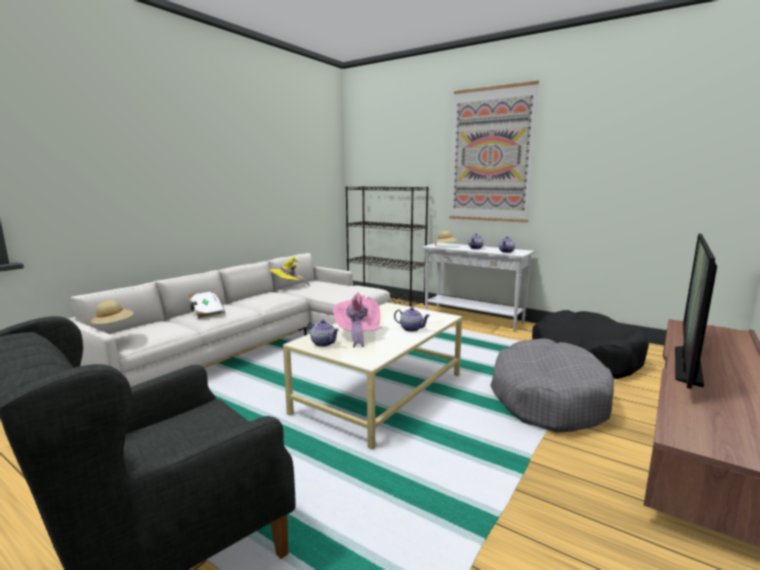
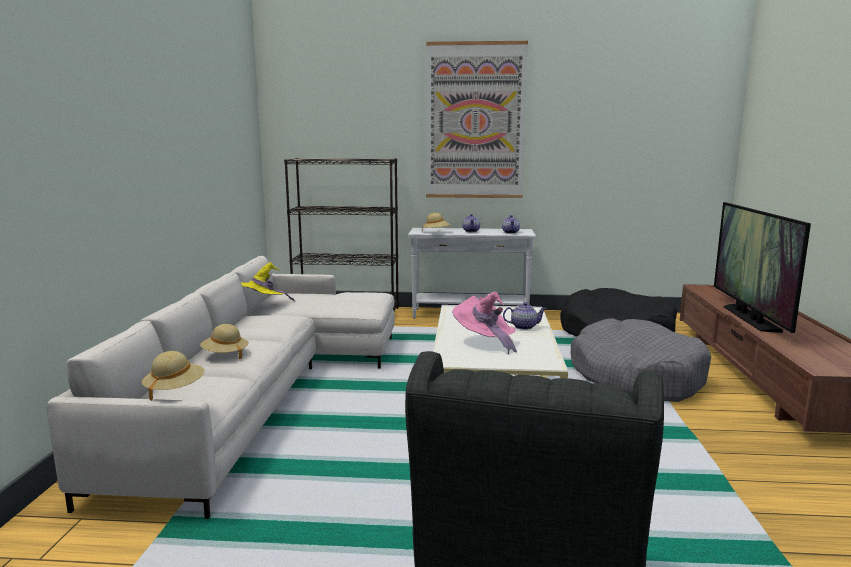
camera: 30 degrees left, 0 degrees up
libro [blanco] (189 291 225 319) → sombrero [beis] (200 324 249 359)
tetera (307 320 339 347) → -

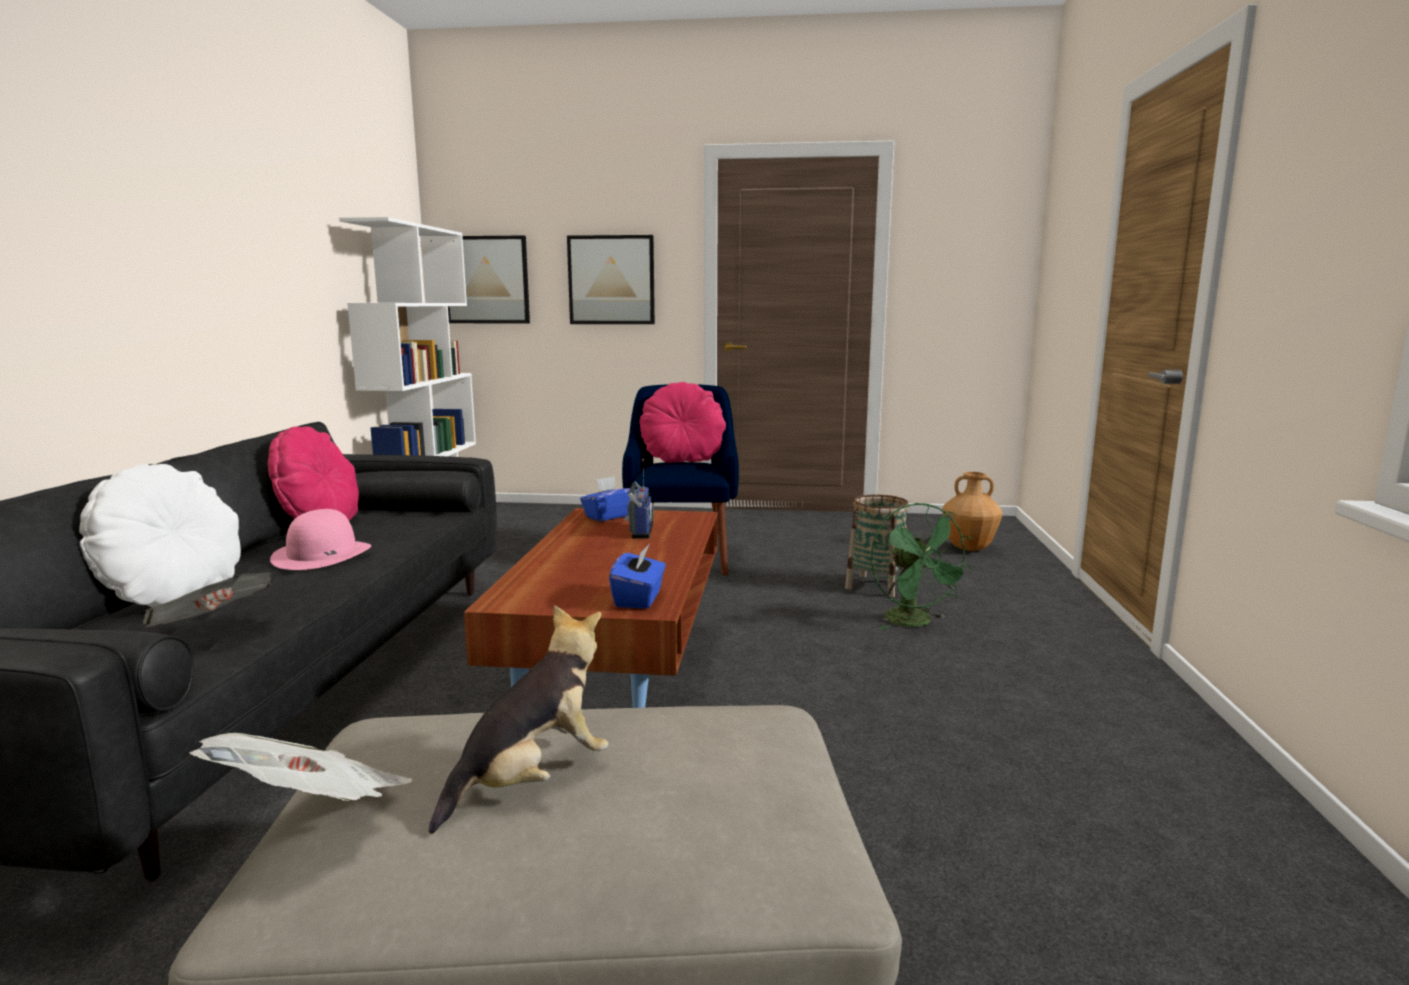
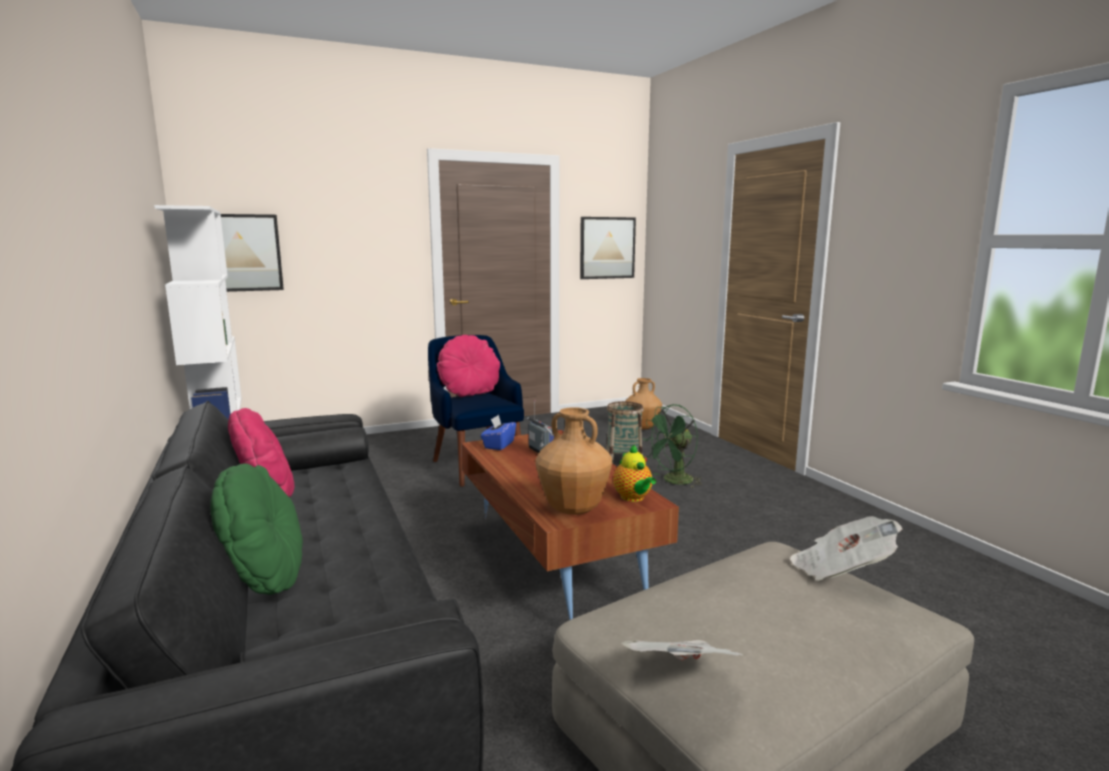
camera: 30 degrees left, 0 degrees up
cojín [blanco] (79 464 241 608) → cojín [verde] (210 463 303 595)
- → florero [marrón] (535 407 612 515)
cuadro (567 235 655 324) → cuadro (580 217 636 279), moved
caja de pañuelos [azul] (609 545 666 609) → tetera (613 445 656 502)
ventilador [verde] (871 503 972 630) → ventilador [verde] (643 404 702 489), 105 degrees clockwise
periódico (143 572 271 627) → periódico (790 516 903 581), moved
sombrero [rosa] (270 509 371 570) → -
peluche (429 605 609 834) → -

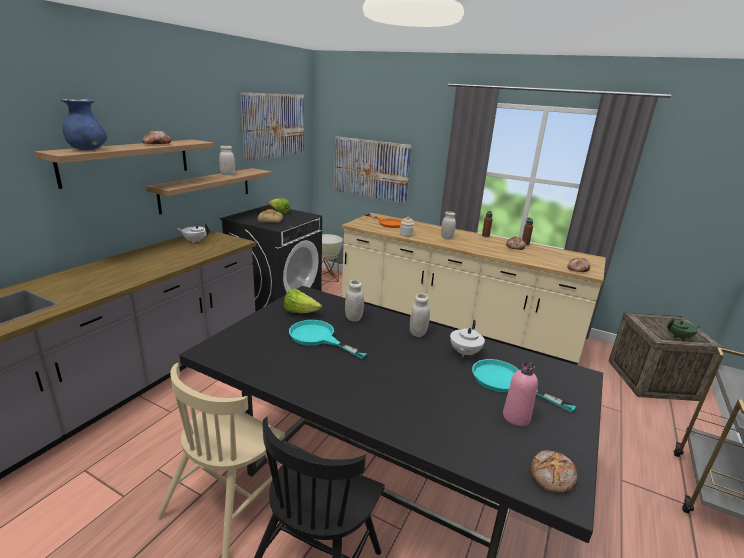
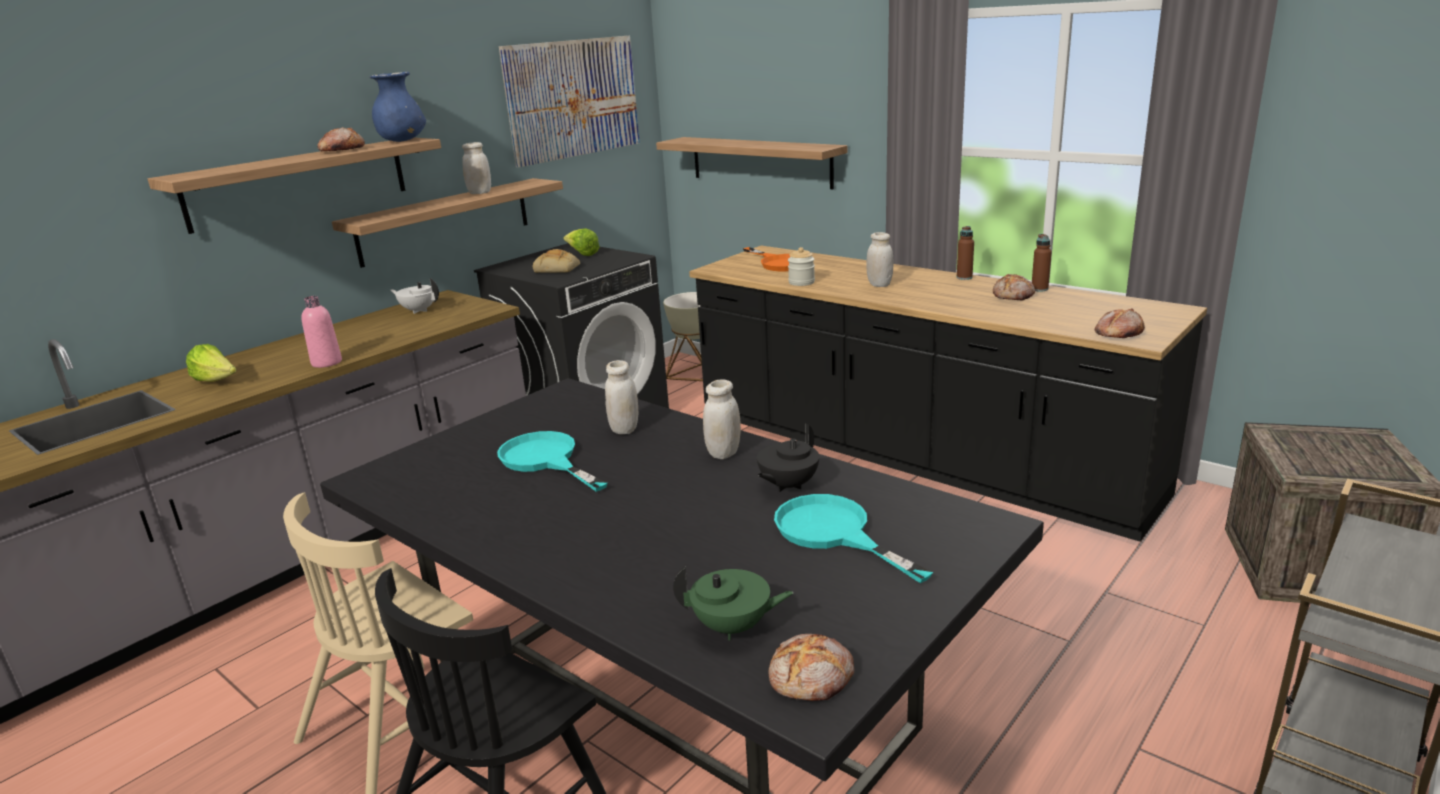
camera: 15 degrees right, 0 degrees up
lechuga (284 289 322 313) → lechuga (186 344 236 382), moved
botella [rosa] (503 362 538 426) → botella [rosa] (301 296 342 368), moved
florero [azul] (61 99 107 150) → florero [azul] (369 72 426 142), moved
cuadro (334 136 412 203) → estante (656 137 847 189)
tetera [verde] (667 318 701 341) → tetera [verde] (673 566 793 641), moved
mueble bajo de cocina [beis] (342 213 606 365) → mueble bajo de cocina [negro] (689 246 1207 542)
tetera [blanco] (450 320 485 357) → tetera [negro] (757 424 819 492)

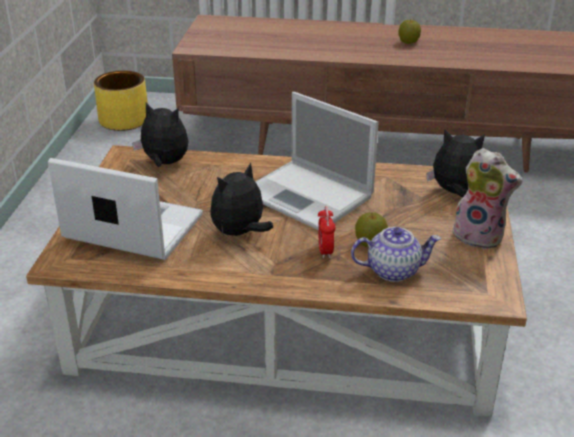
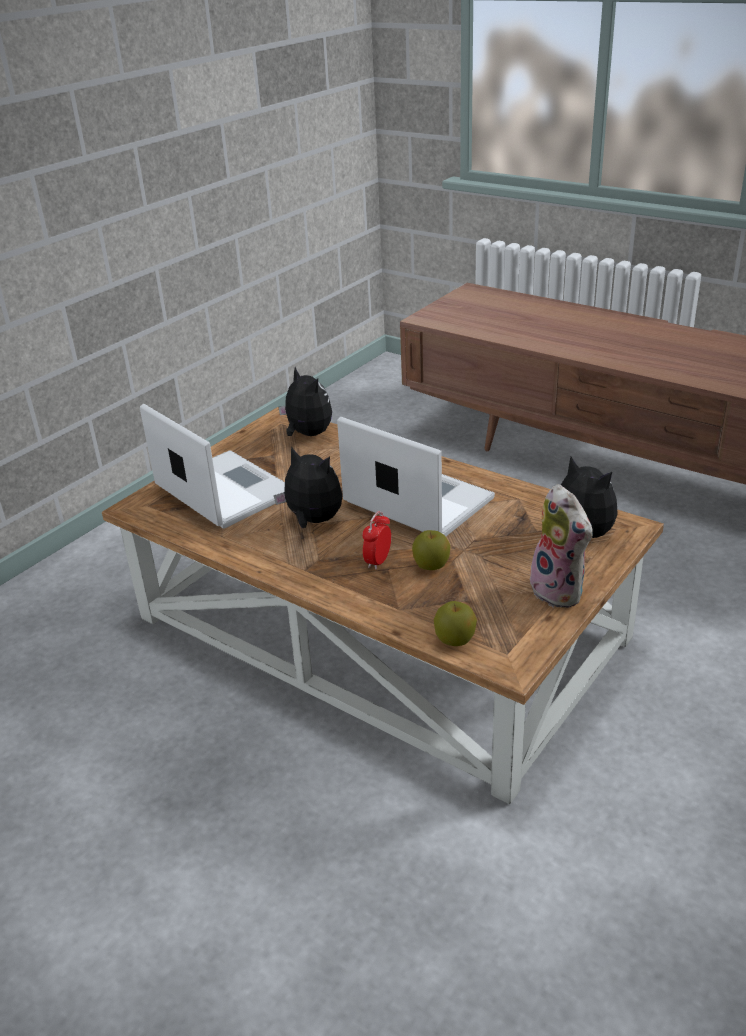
camera: 30 degrees right, 0 degrees up
peluche (210 162 273 237) → peluche (274 446 342 528), 45 degrees clockwise
portátil (255 92 379 230) → portátil (337 417 495 536), 150 degrees clockwise
manzana (399 19 421 44) → manzana (433 601 477 646), moved
maceta [amarillo] (94 70 148 131) → -
tetera (351 227 441 282) → -

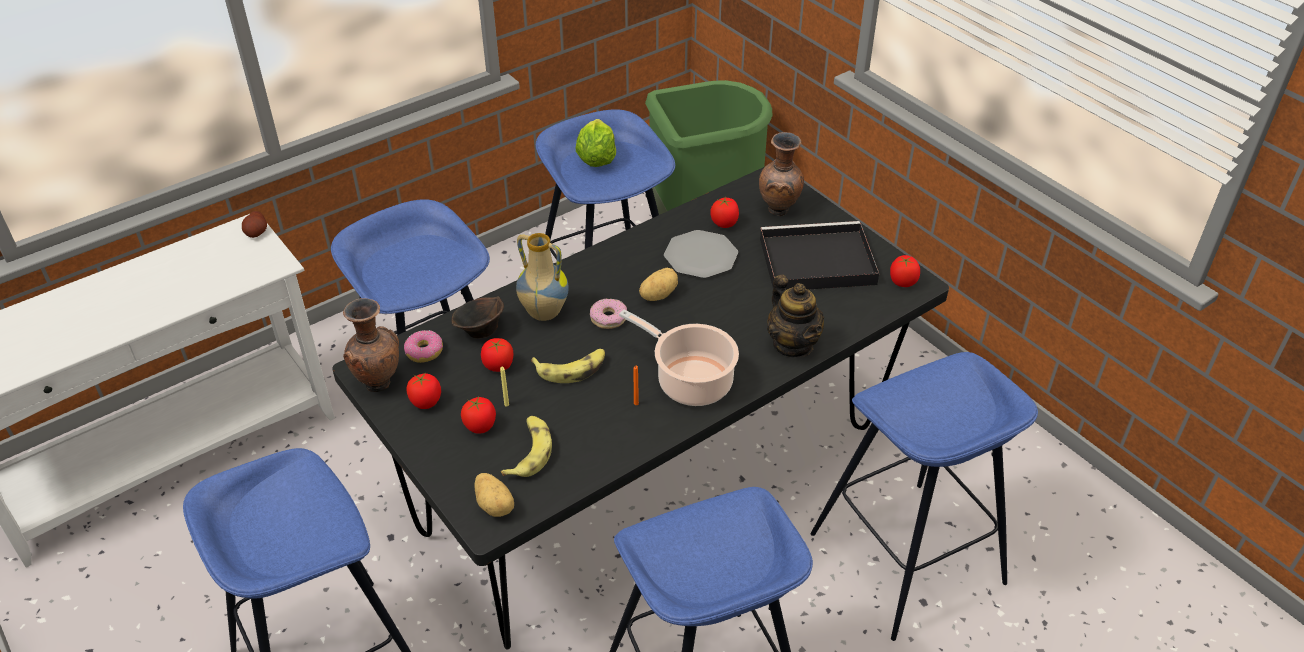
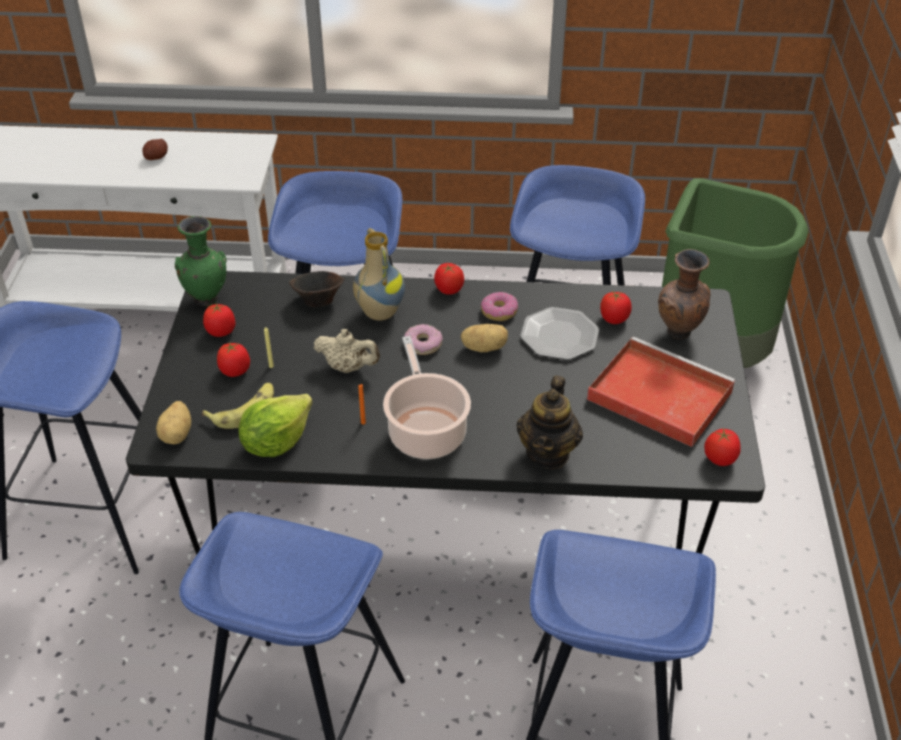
camera: 40 degrees right, 0 degrees up
patata (242 211 267 238) → patata (142 139 168 160), moved
florero [marrón] (343 298 399 392) → florero [verde] (175 216 226 307)
lechuga (576 119 616 167) → lechuga (239 394 313 457), moved
plátano (531 349 605 383) → tetera [beis] (314 329 380 373)
tomate (481 338 513 372) → tomate (434 263 464 295), moved
rosquilla (404 330 443 363) → rosquilla (481 292 518 321), moved
bandeja [negro] (760 221 879 290) → bandeja [rojo] (587 337 736 447)

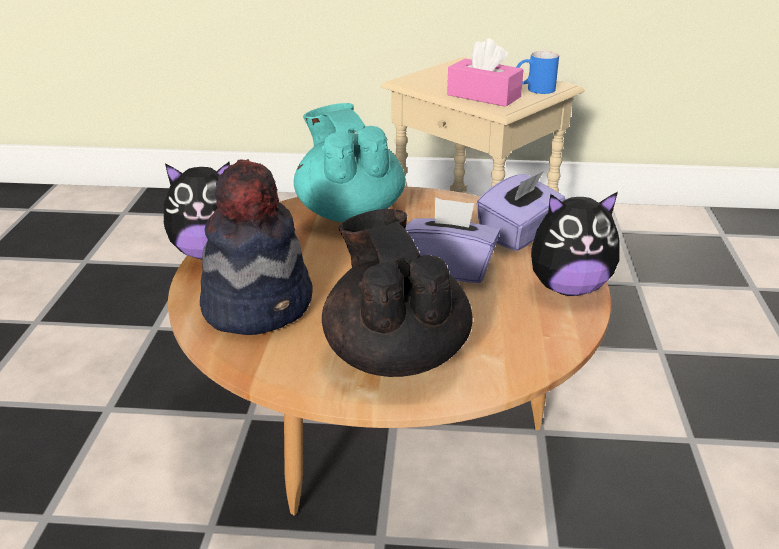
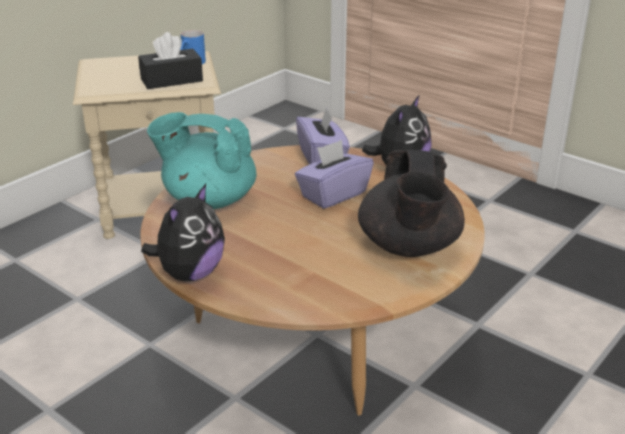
camera: 55 degrees left, 0 degrees up
caja de pañuelos [rosa] (447 38 524 107) → caja de pañuelos [negro] (138 32 203 89)
tetera [negro] (322 209 473 377) → tetera [negro] (358 150 465 257), 105 degrees counterclockwise
sombrero (200 159 313 335) → -

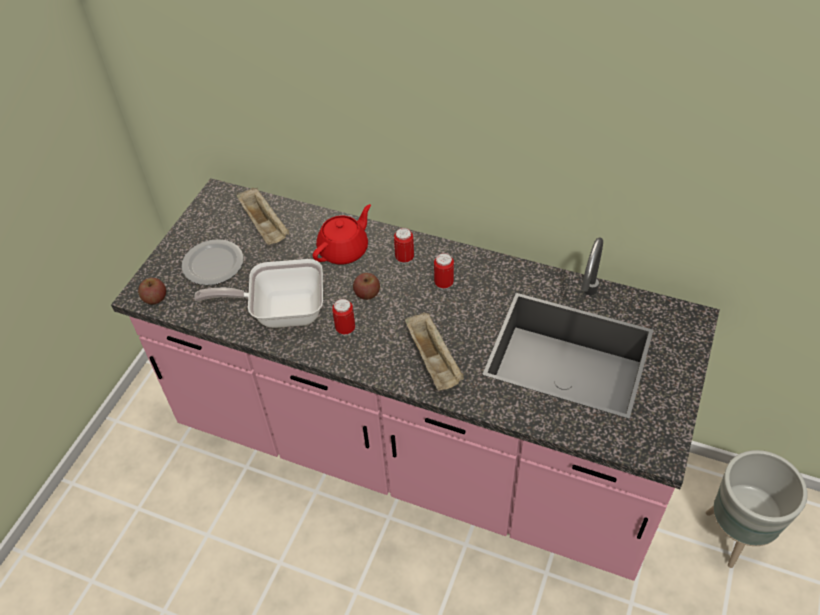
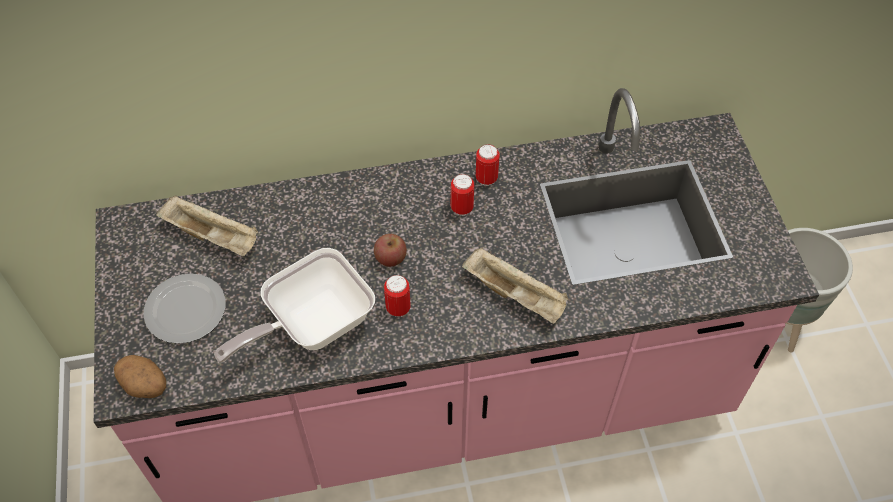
camera: 35 degrees left, 5 degrees up
manzana (138 278 166 304) → patata (114 355 166 398)
lata (394 228 414 264) → lata (476 144 500 186), moved
tetera [rojo] (313 204 371 265) → -

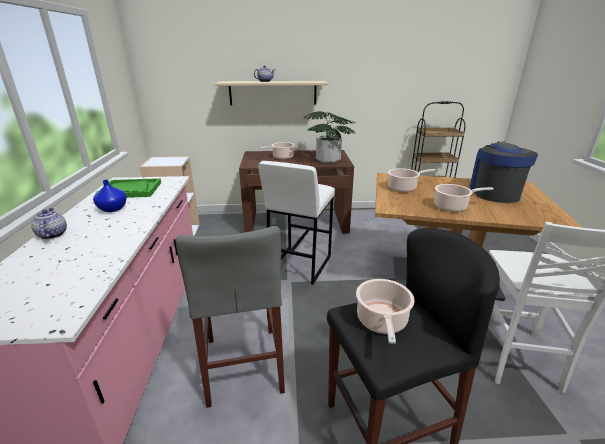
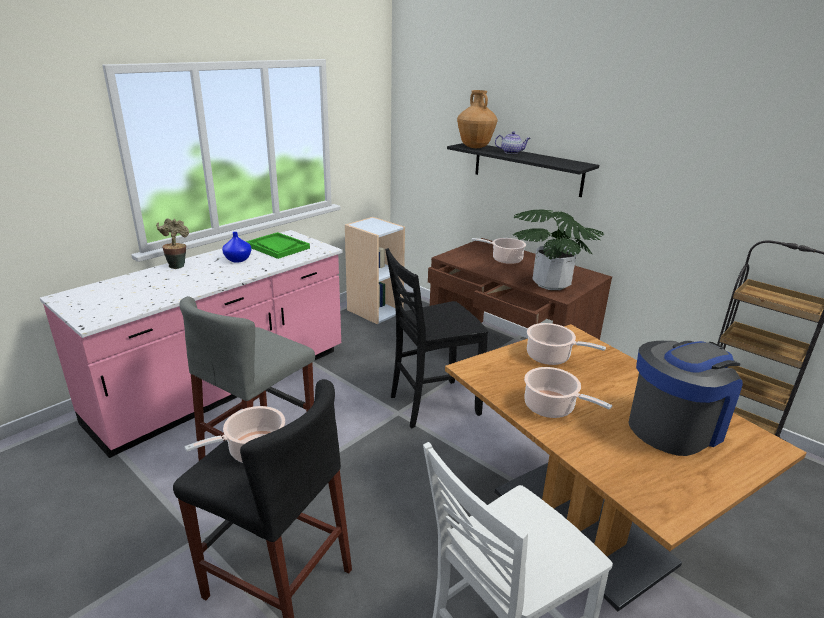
camera: 45 degrees right, 0 degrees up
tetera (31 208 67 239) → planta en maceta (156 218 189 269)
taburete [blanco] (258 161 335 285) → silla [negro] (385 248 488 428)
estante [beis] (215 81 328 105) → estante [negro] (447 143 599 197)
- → florero [marrón] (457 90 498 148)

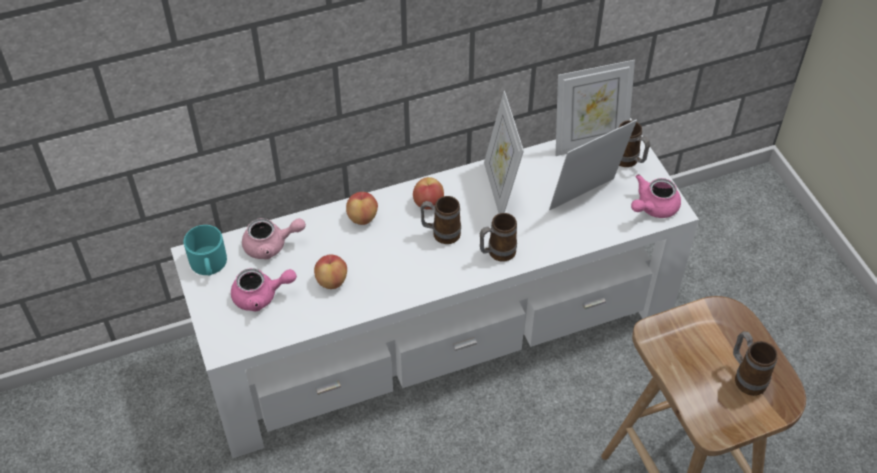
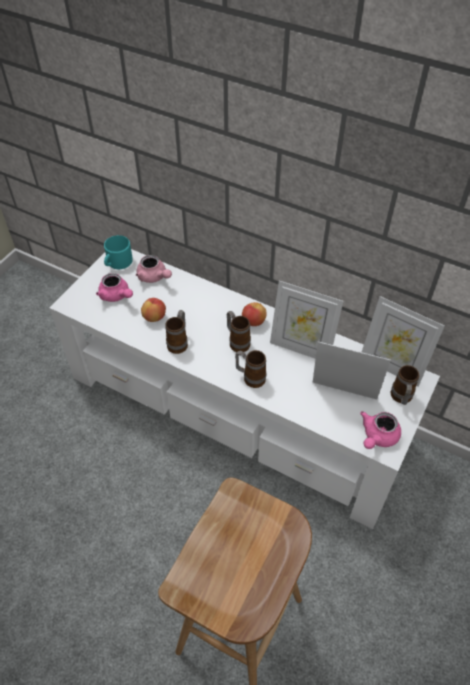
camera: 50 degrees right, 0 degrees up
taza grande (733 331 778 396) → taza grande (165 310 188 354), moved
portarretratos (484 91 524 214) → portarretratos (270 281 343 359), 105 degrees counterclockwise
tetera [rosa] (631 174 681 218) → tetera [rosa] (360 411 401 449), 60 degrees counterclockwise
manzana (346 192 378 225) → -

